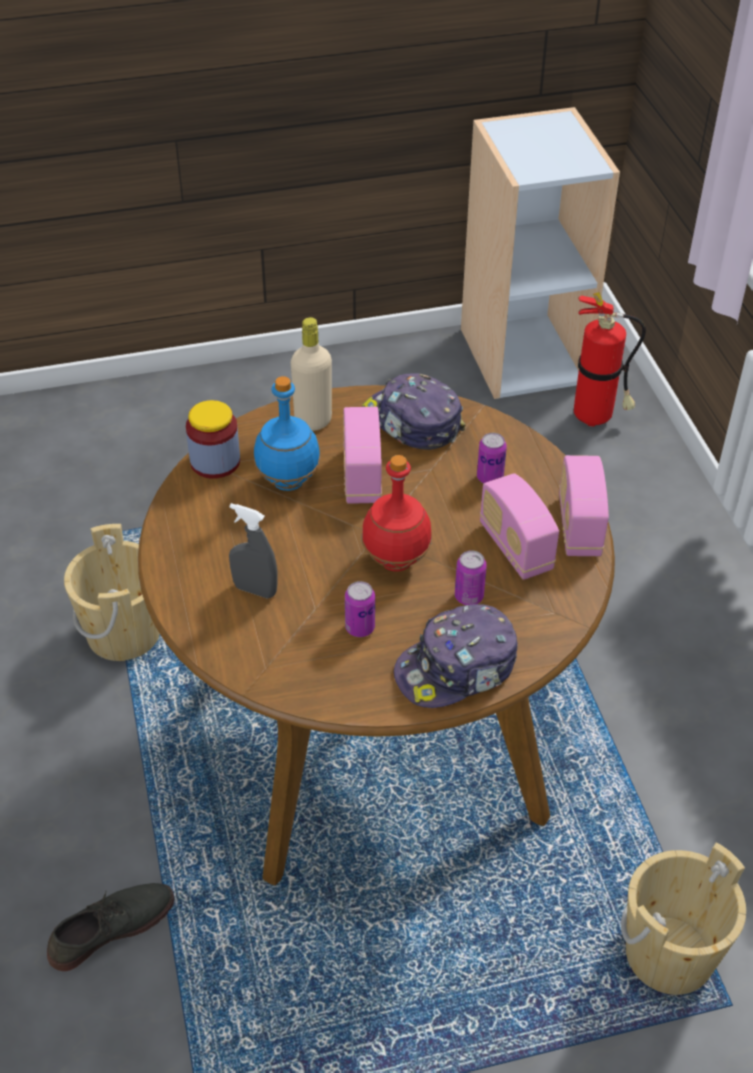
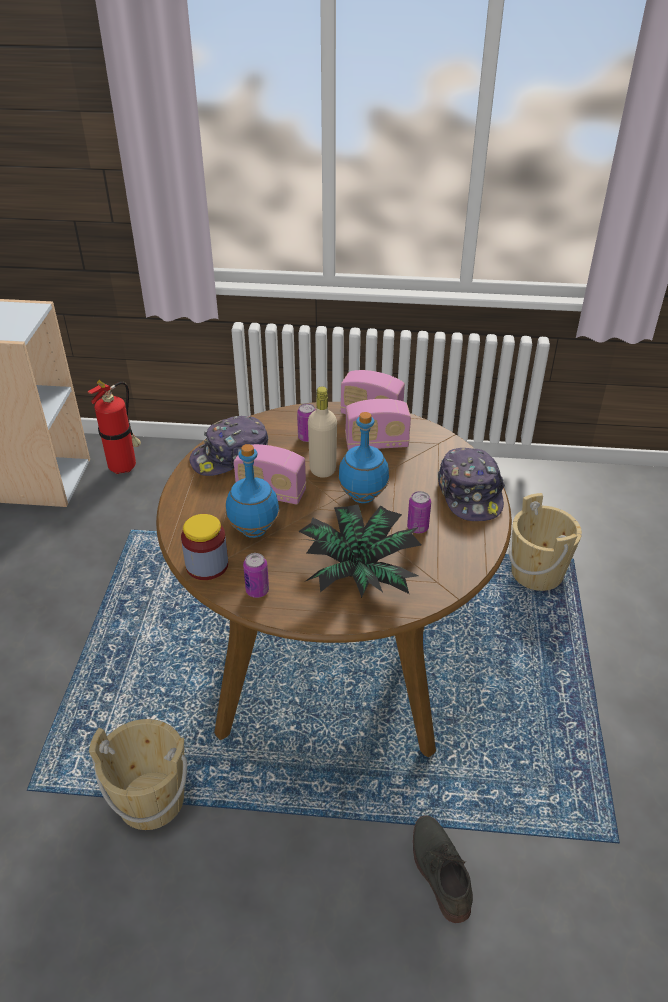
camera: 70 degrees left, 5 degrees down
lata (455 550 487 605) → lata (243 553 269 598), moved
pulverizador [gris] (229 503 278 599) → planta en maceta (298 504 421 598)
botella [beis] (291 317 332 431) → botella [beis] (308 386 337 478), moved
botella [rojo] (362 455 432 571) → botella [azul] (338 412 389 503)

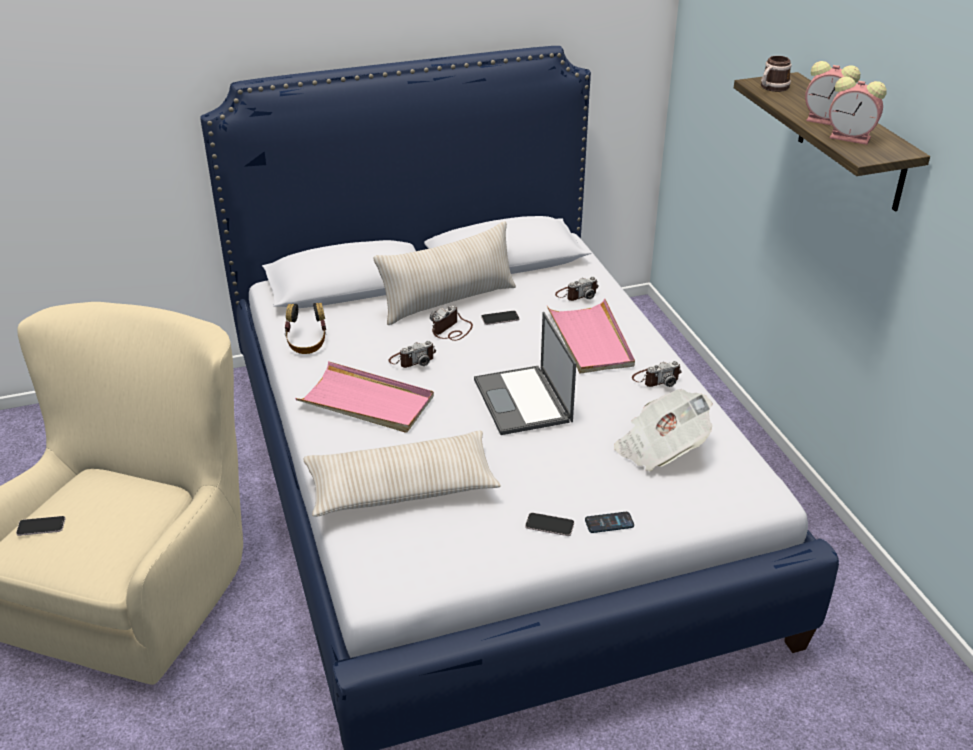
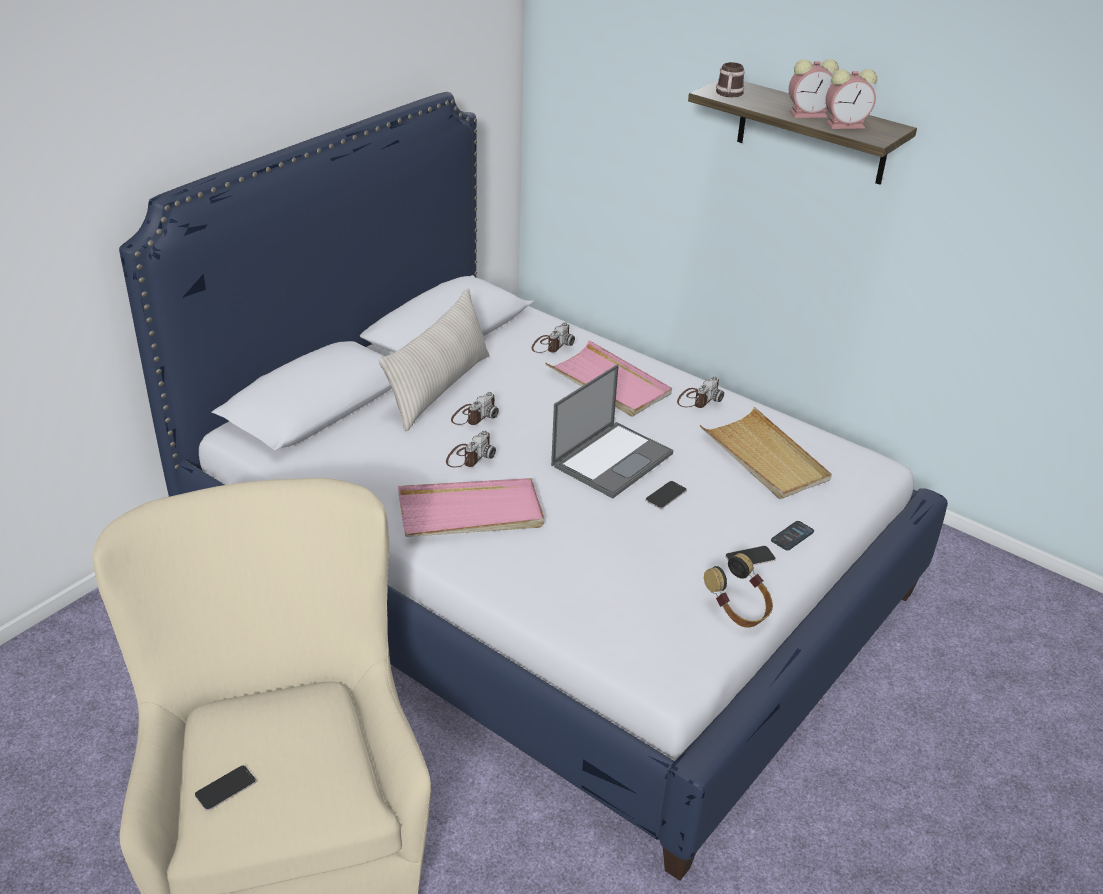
camera: 35 degrees left, 0 degrees up
cámara (430 305 473 341) → cámara (451 392 499 425), 150 degrees counterclockwise
portátil (474 312 576 435) → portátil (551 364 673 499), 90 degrees counterclockwise
móvil (481 311 520 325) → móvil (645 481 687 509), moved
periódico (614 389 713 472) → bandeja [beis] (700 407 832 499)
auriculares (285 303 326 354) → auriculares (704 553 773 628), moved
cojín [beis] (304 431 501 517) → -

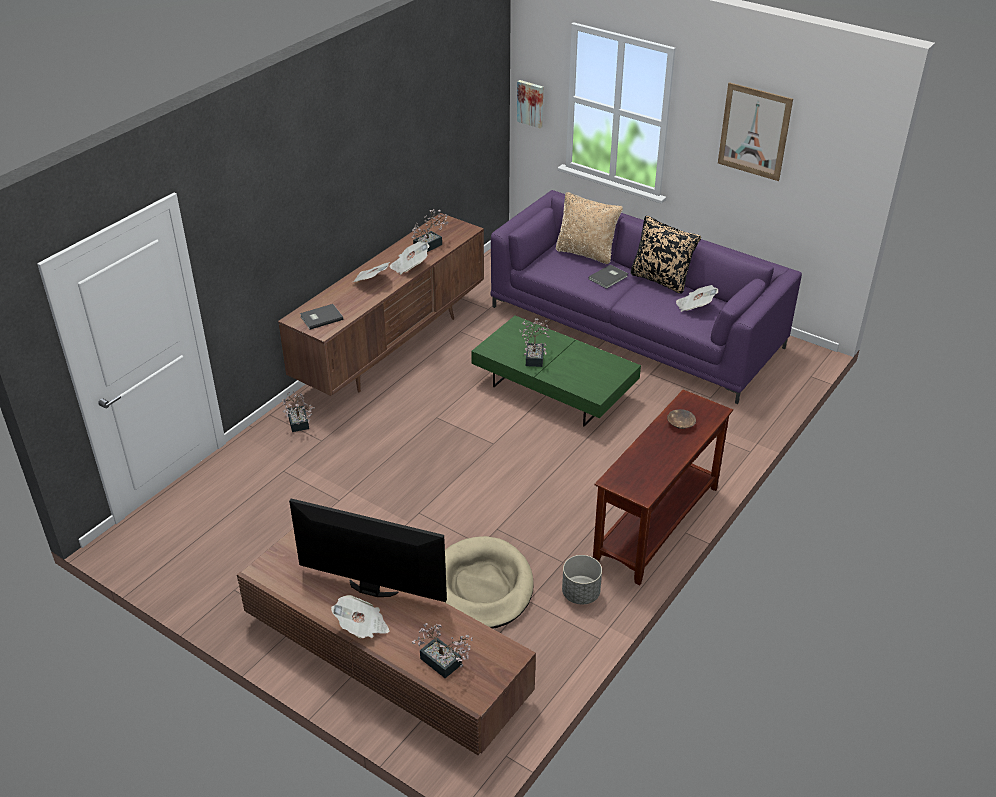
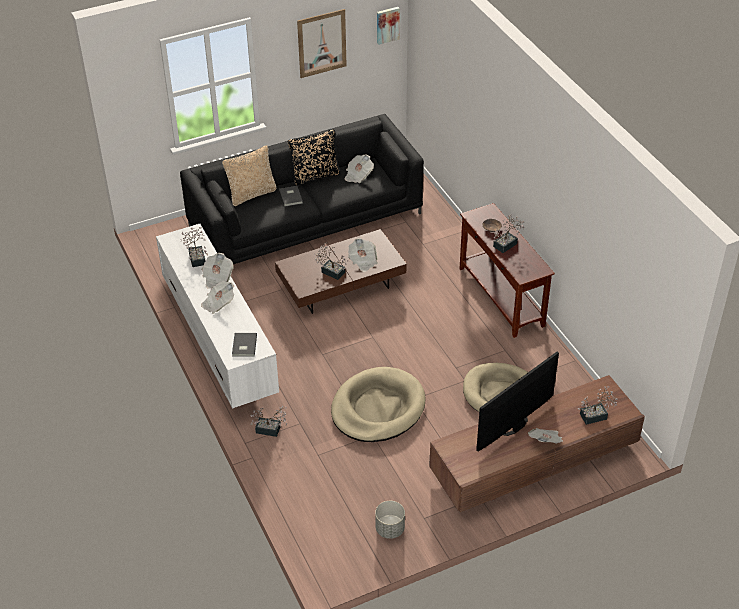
camera: 60 degrees left, 5 degrees up
armario [marrón] (278 213 484 396) → armario [blanco] (156 224 279 409)
sofá [morado] (490 190 802 404) → sofá [negro] (180 114 424 264)
mesa de centro [verde] (471 316 641 426) → mesa de centro [marrón] (275 229 406 314)
- → cama para perro [beis] (331 367 426 442)
- → periódico (348 238 378 272)
maceta [gris] (562 555 602 605) → maceta [gris] (375 501 405 539), moved
cuadro (517 80 543 128) → cuadro (377 7 400 45), moved
- → planta en maceta (493 214 525 253)

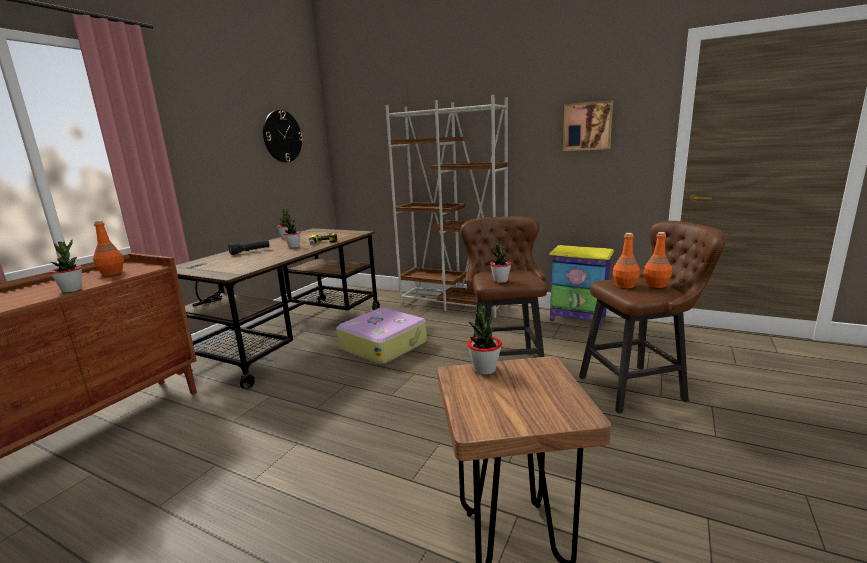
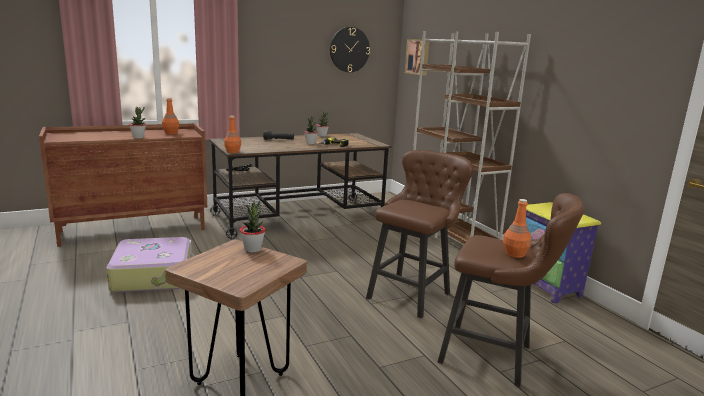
camera: 35 degrees right, 0 degrees up
maleta (336 308 427 364) → maleta (106 237 194 293), moved
botella [naranja] (612 233 640 288) → botella [naranja] (224 116 241 153), moved
cuadro (563 100 613 151) → cuadro (405 39 429 76), moved
planta en maceta (490 239 512 283) → -

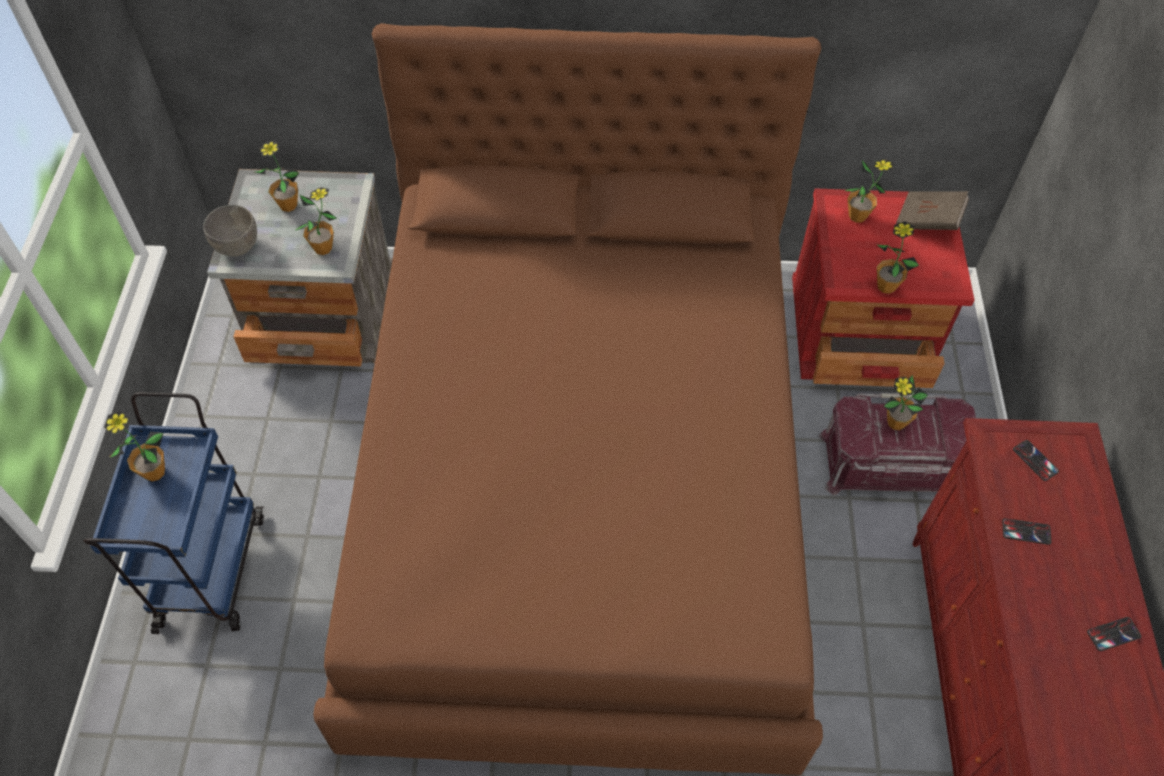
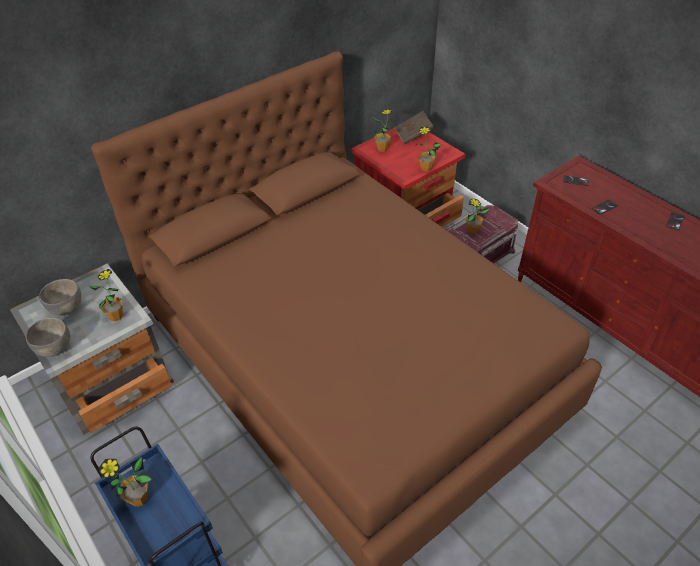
camera: 40 degrees left, 10 degrees down
planta en maceta (254 141 299 212) → cuenco [gris] (39 279 81 316)

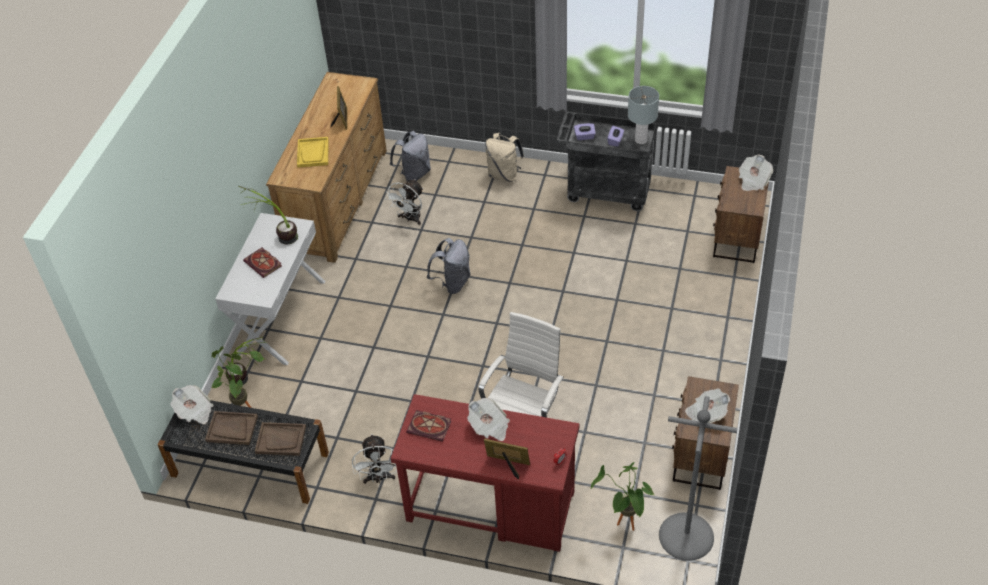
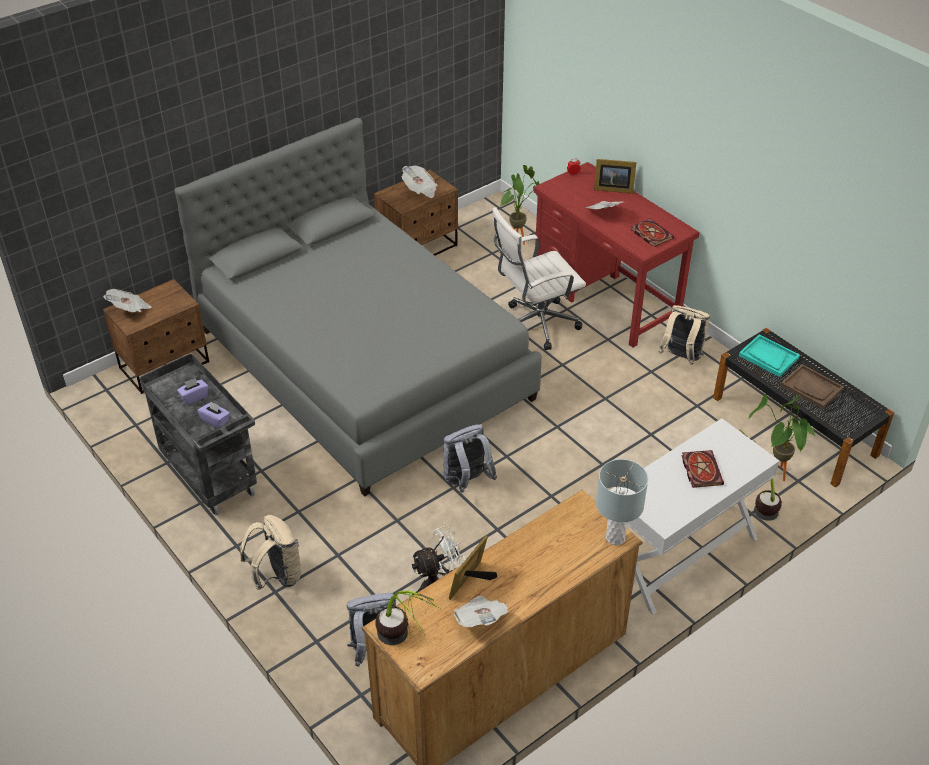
camera: 145 degrees left, 5 degrees down
- → cama [gris] (175 118 542 496)
planta en maceta (238 186 298 245) → planta en maceta (375 591 442 645), moved
periódico (171 385 214 424) → periódico (453 595 508 627), moved
portarretratos (484 439 530 480) → portarretratos (594 159 637 193), 45 degrees counterclockwise
lámpara de mesa [gris] (628 86 659 144) → lámpara de mesa [gris] (596 459 648 545), moved
ventilador [blanco] (352 434 397 484) → mochila [beis] (658 305 710 365)
bandeja [marrón] (255 422 306 456) → bandeja [turquesa] (739 334 800 377)
bandeja [amarillo] (297 137 329 168) → -
perchero [gris] (659 396 738 561) → -

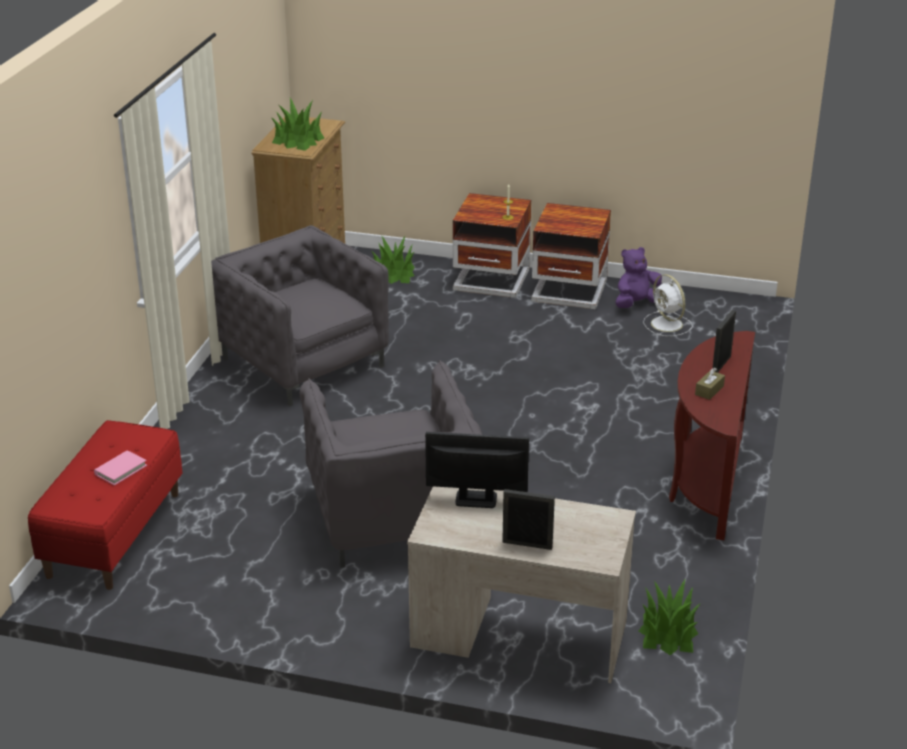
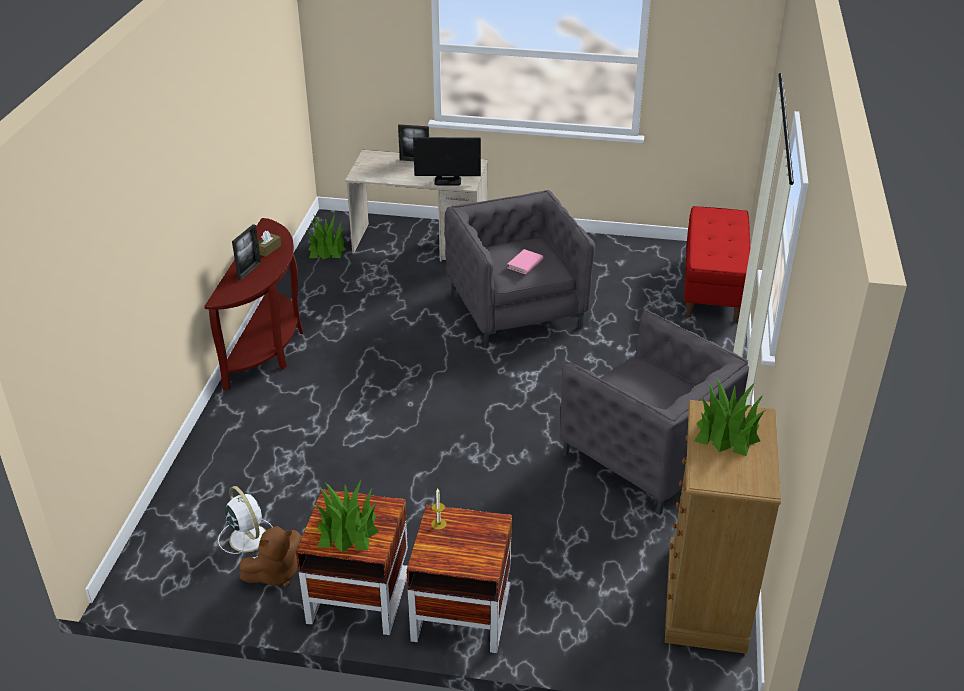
camera: 175 degrees right, 5 degrees up
peluche [morado] (615 247 662 308) → peluche [marrón] (240 526 302 587)
planta en maceta (372 236 415 284) → planta en maceta (315 480 379 553), moved
libro [rosa] (94 450 147 485) → libro [rosa] (507 249 543 274), moved

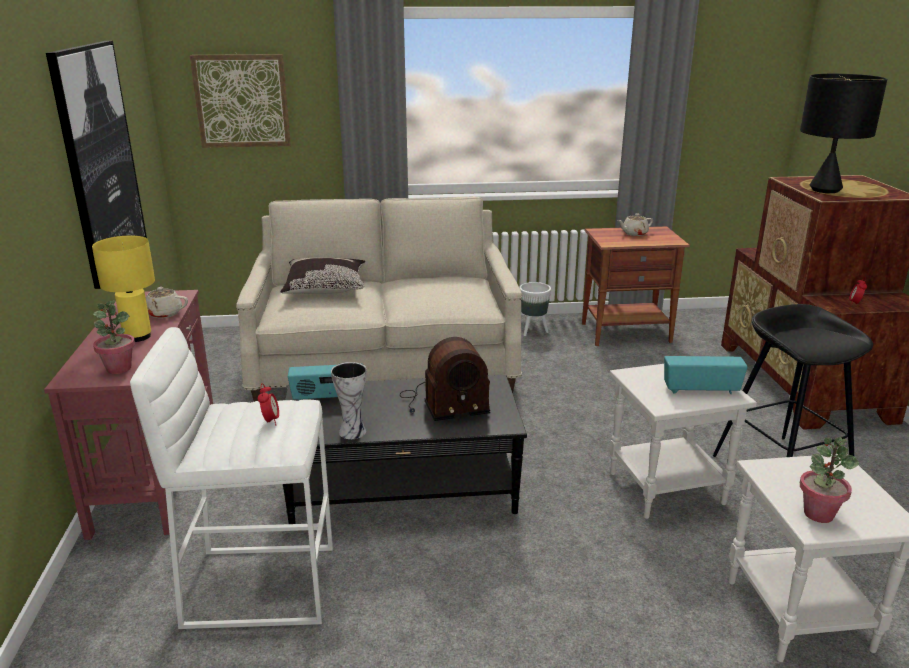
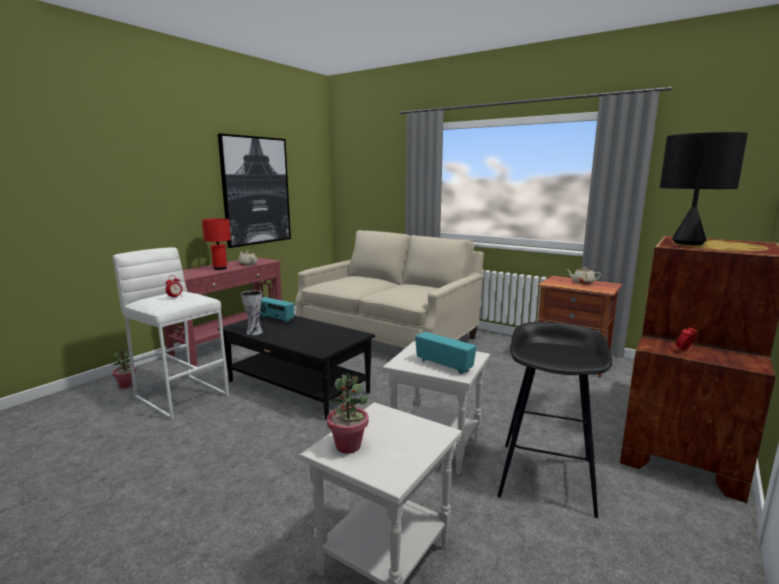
camera: 40 degrees right, 10 degrees down
planta en maceta (93 300 135 374) → planta en maceta (112 349 136 388), moved
lámpara de mesa [amarillo] (92 235 155 342) → lámpara de mesa [rojo] (202 218 231 270)
cuadro (190 53 291 148) → -
cojín (280 257 365 294) → -
radio (400 337 490 421) → -
maceta [blanco] (519 282 551 336) → -

